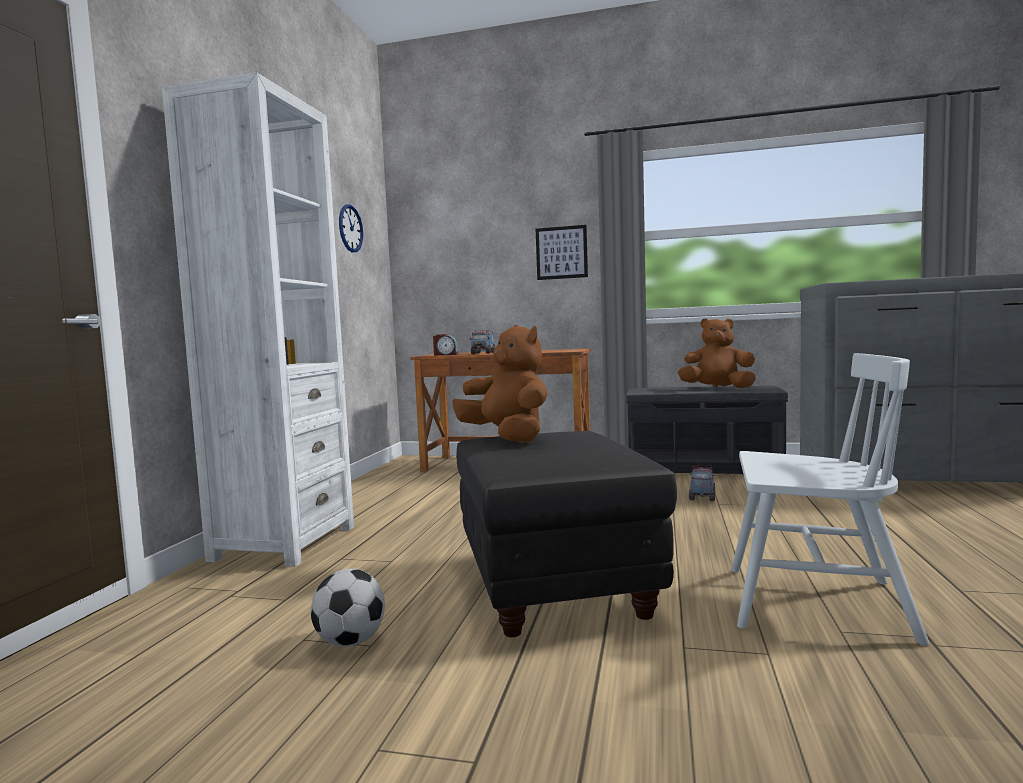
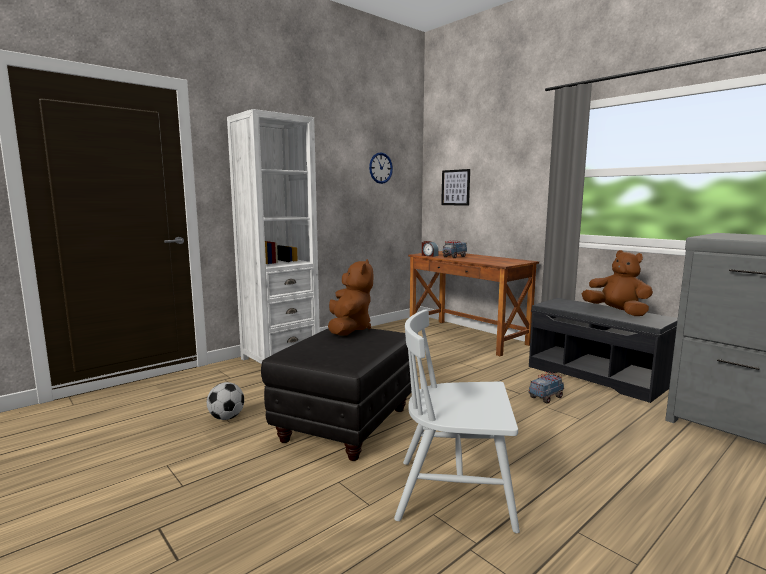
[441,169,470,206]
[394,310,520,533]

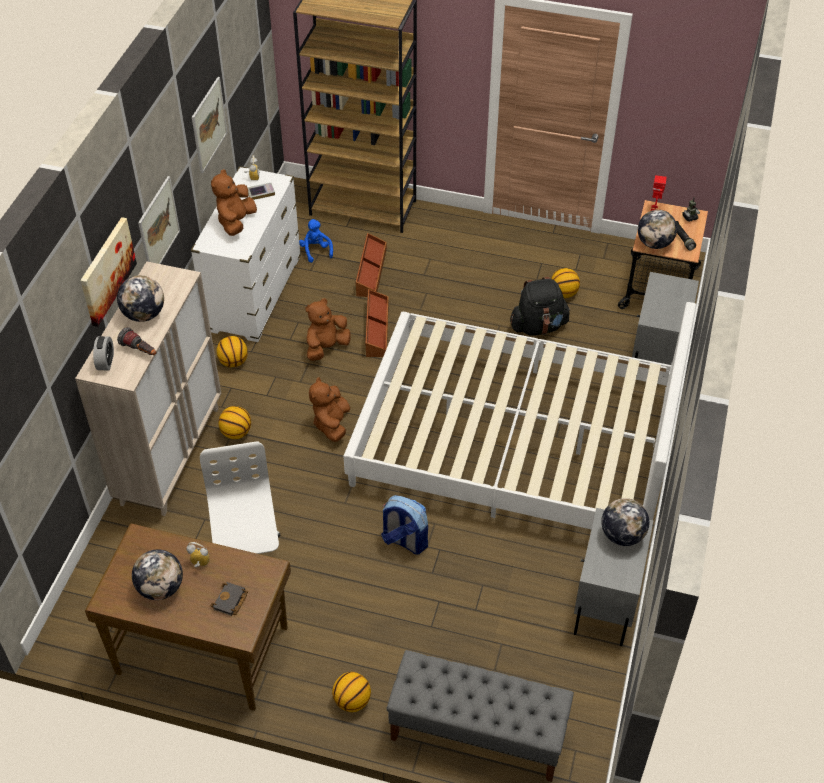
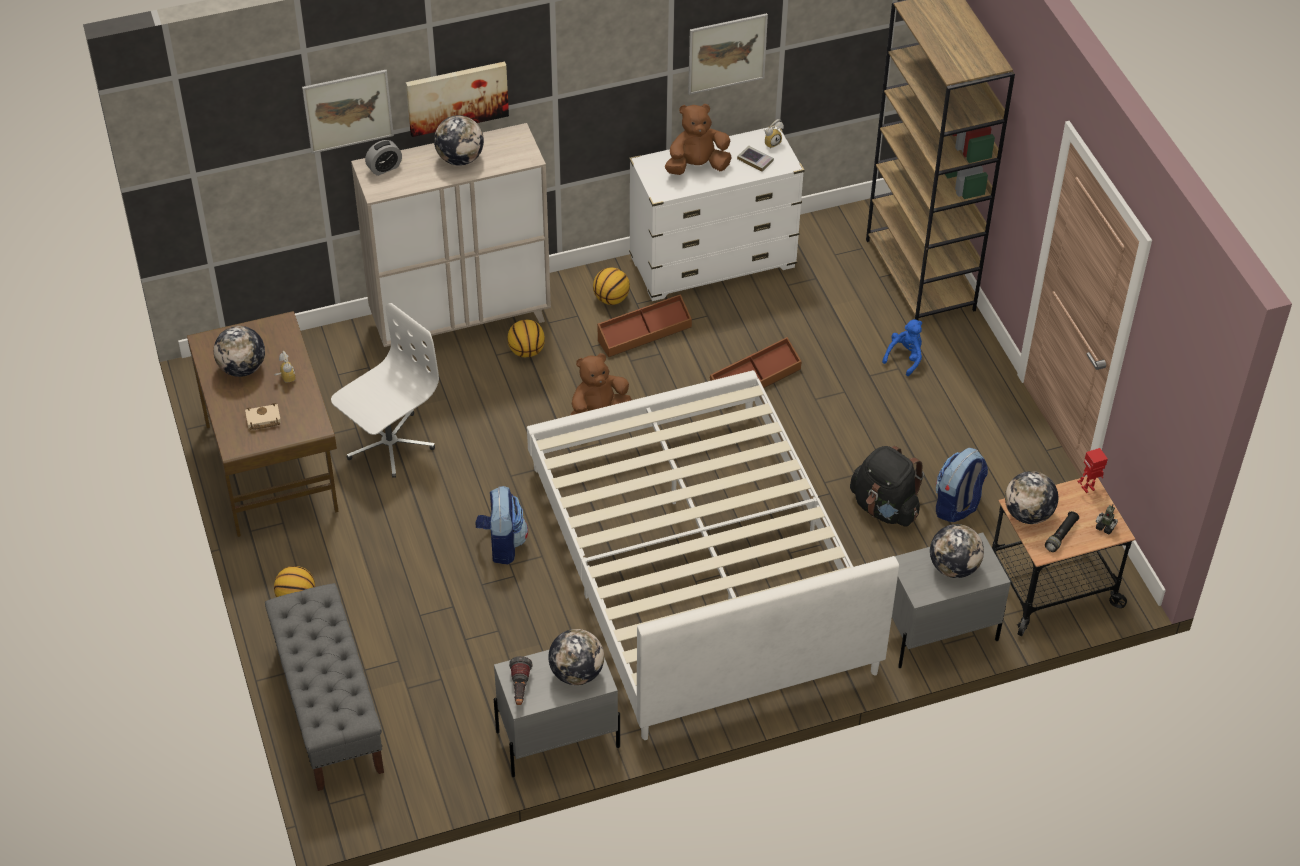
[509,656,533,705]
[302,70,394,154]
[245,403,281,430]
[882,320,922,376]
[305,298,351,361] (first image)
[597,294,692,357]
[936,448,988,522]
[930,524,984,578]

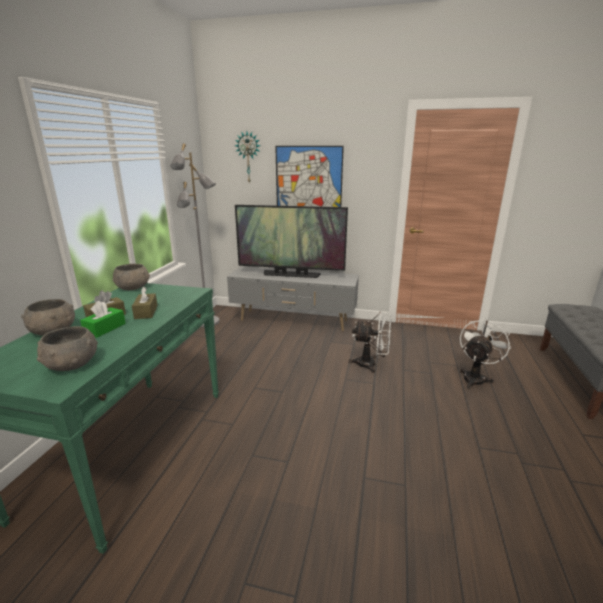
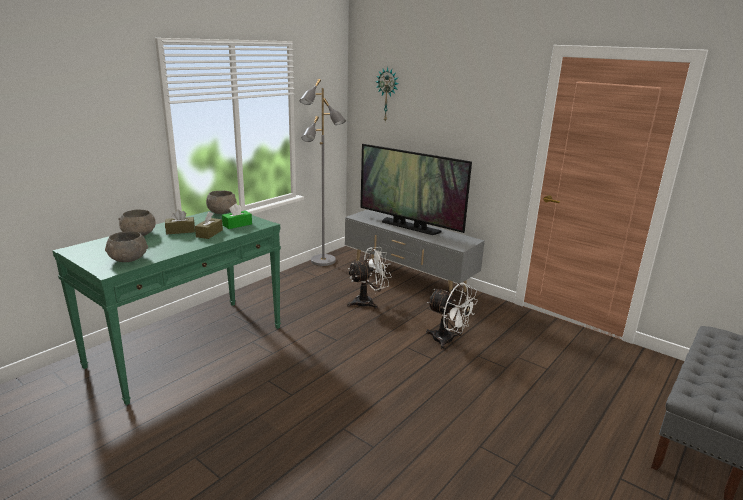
[222,204,252,229]
[275,146,344,207] (first image)
[347,247,392,309]

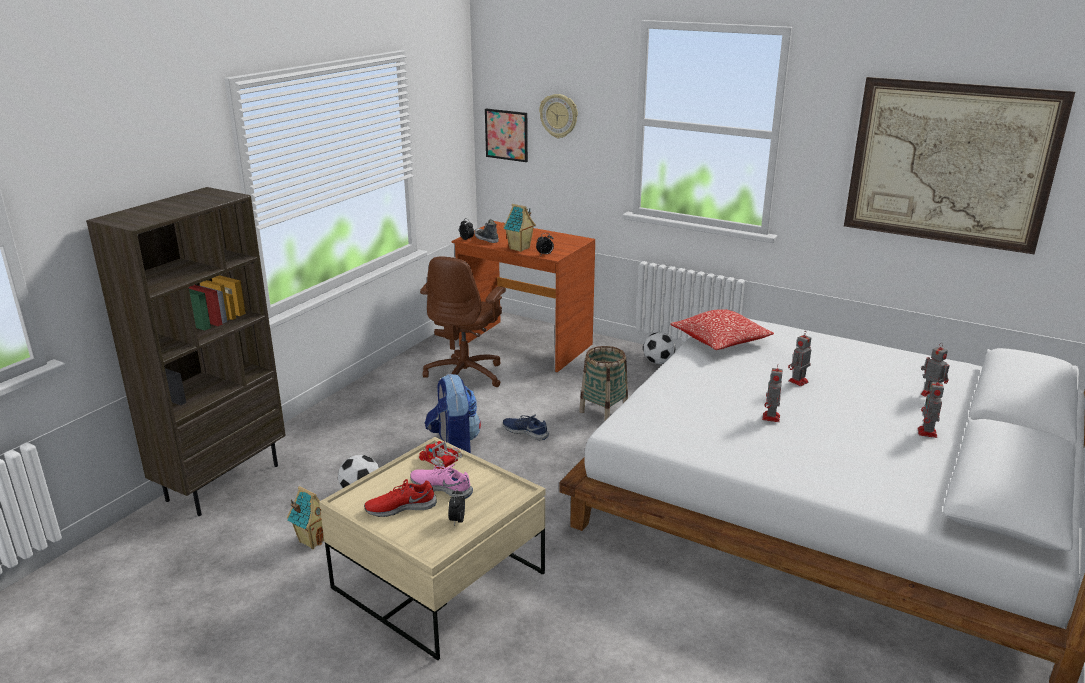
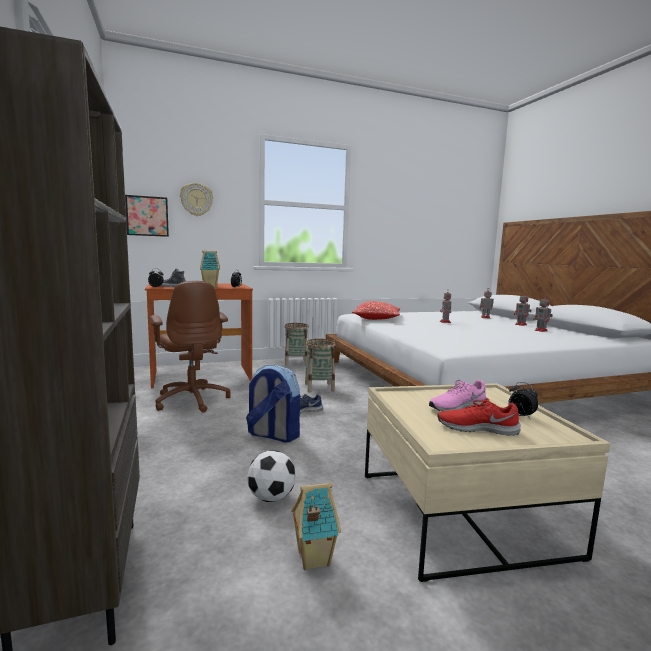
[437,398,521,436]
[419,441,463,469] (first image)
[285,323,309,366]
[533,295,553,332]
[844,77,1075,254] (first image)

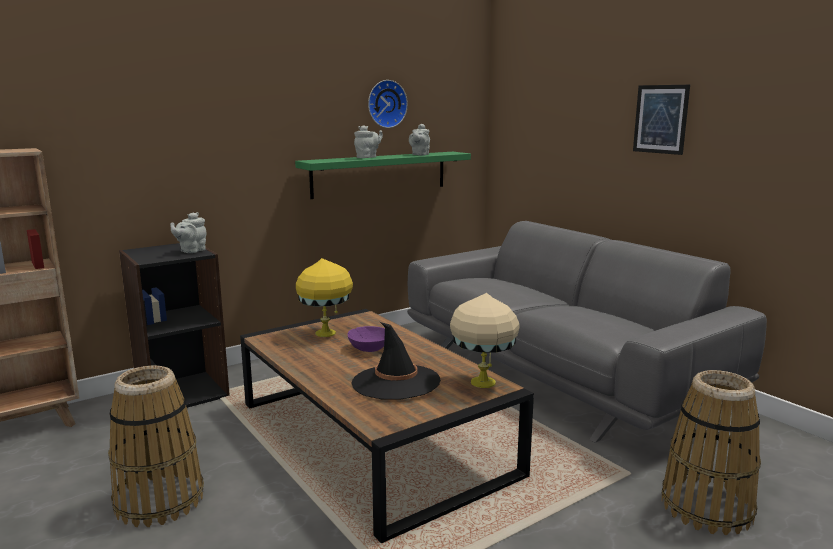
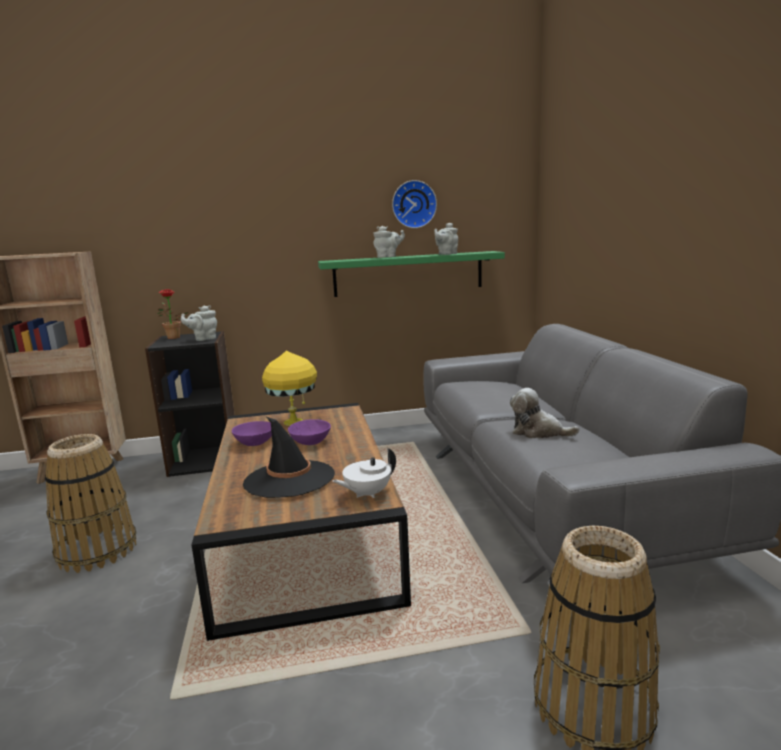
[332,448,396,498]
[633,85,690,155] (first image)
[157,289,189,339]
[232,421,272,446]
[510,388,579,438]

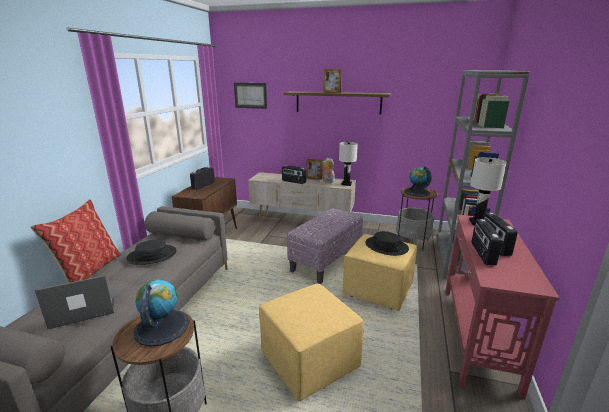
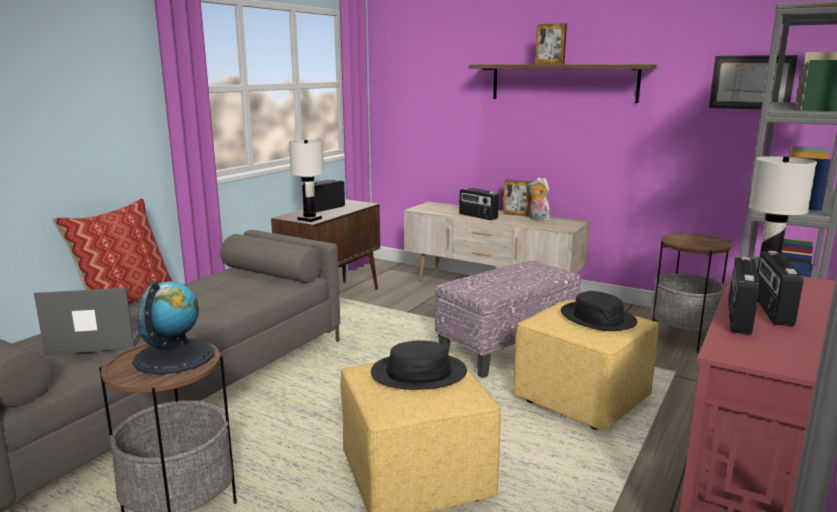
[371,340,467,390]
[709,55,798,110]
[289,140,324,222]
[404,166,432,197] (first image)

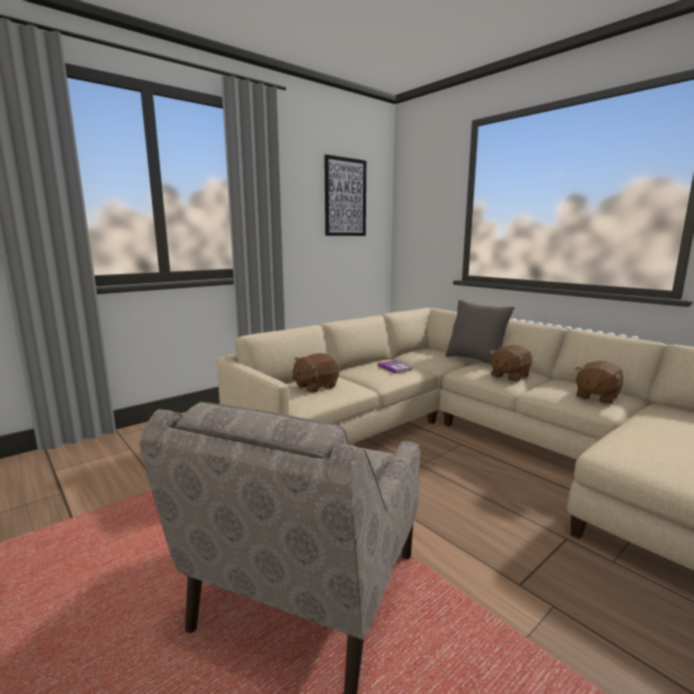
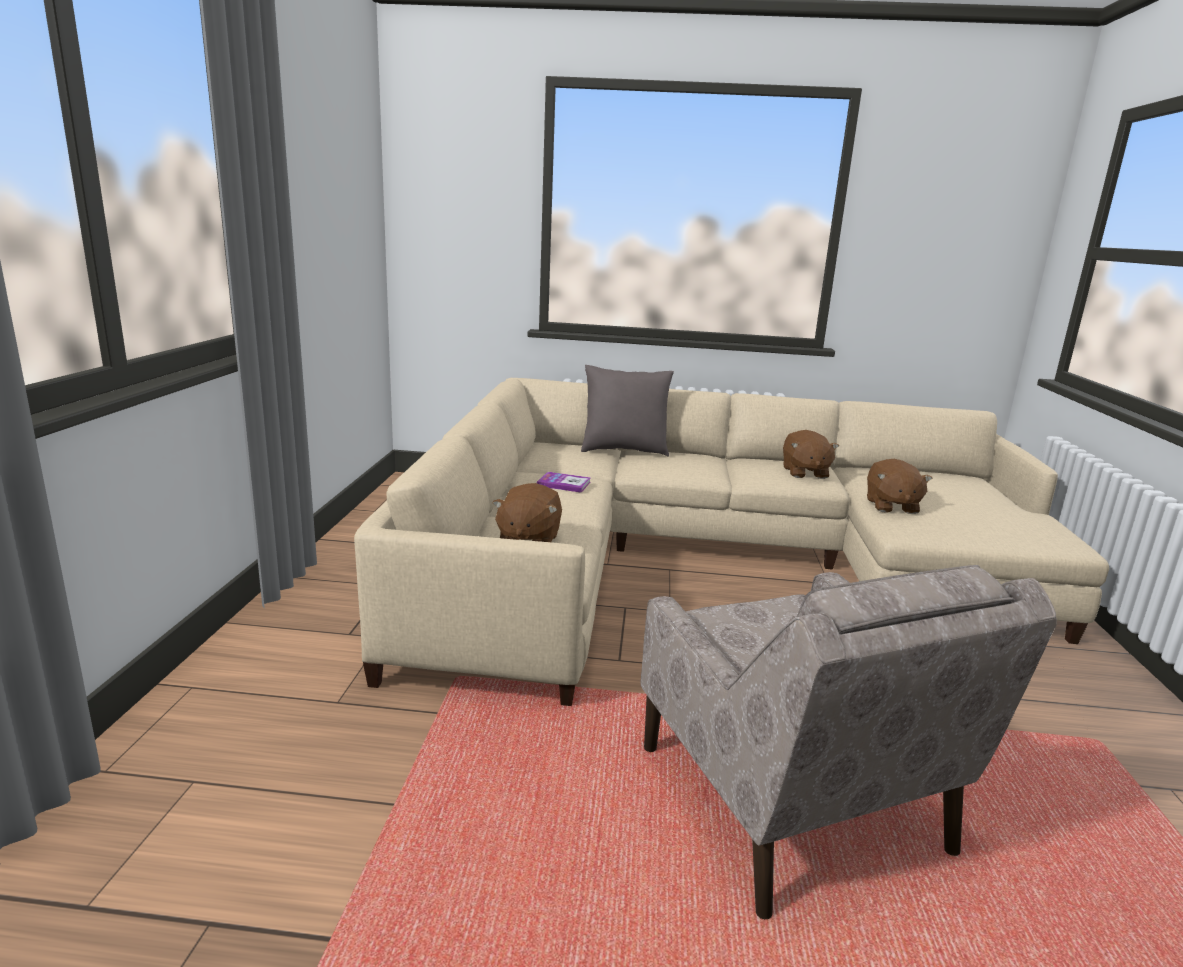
[324,155,366,236] (first image)
[867,459,933,514]

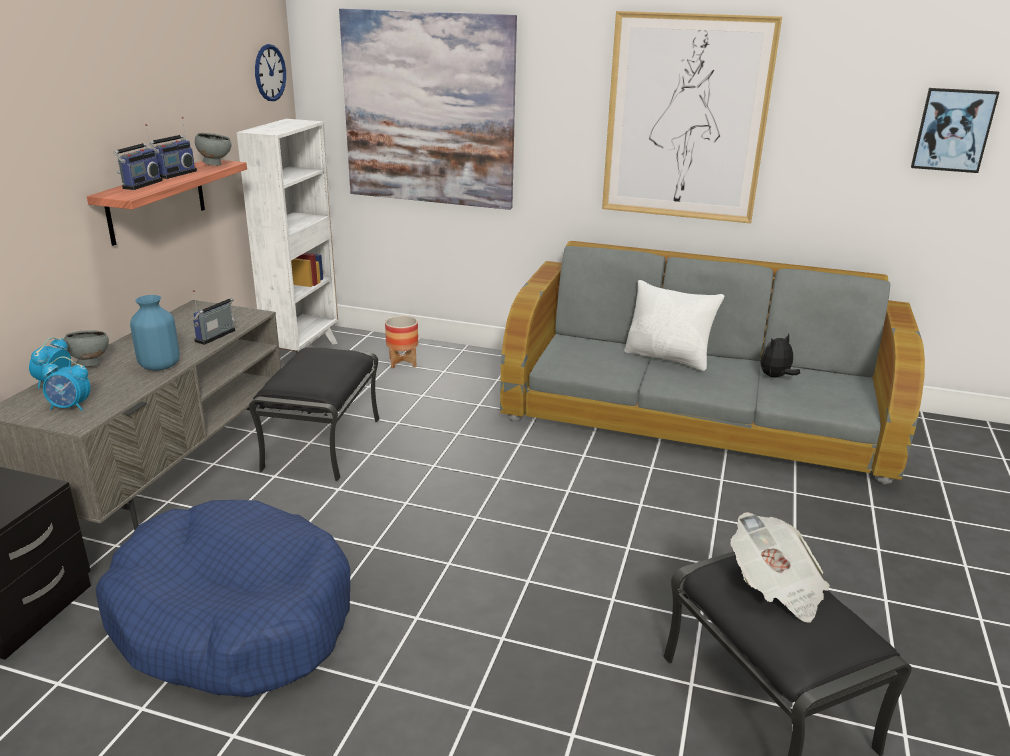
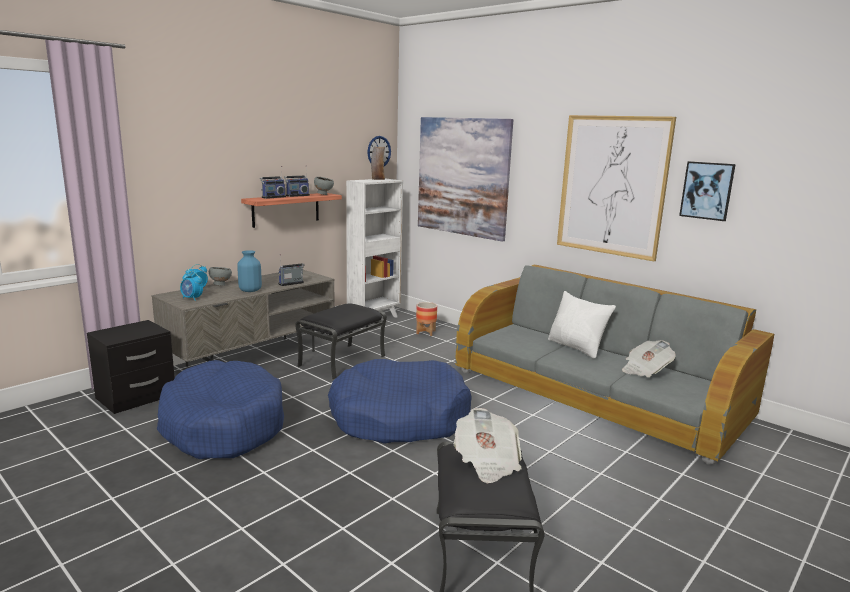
[622,340,676,377]
[679,161,736,221]
[328,359,472,444]
[371,147,385,180]

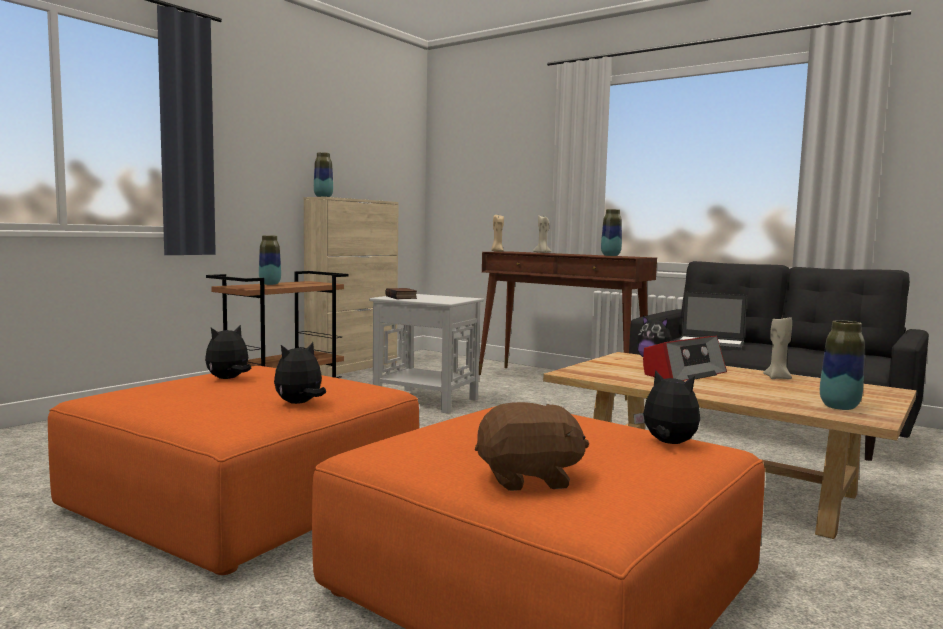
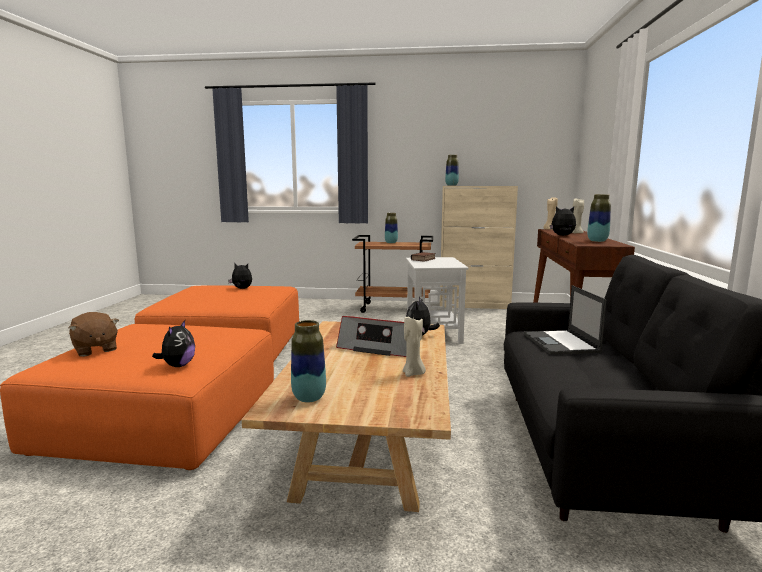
[550,206,576,236]

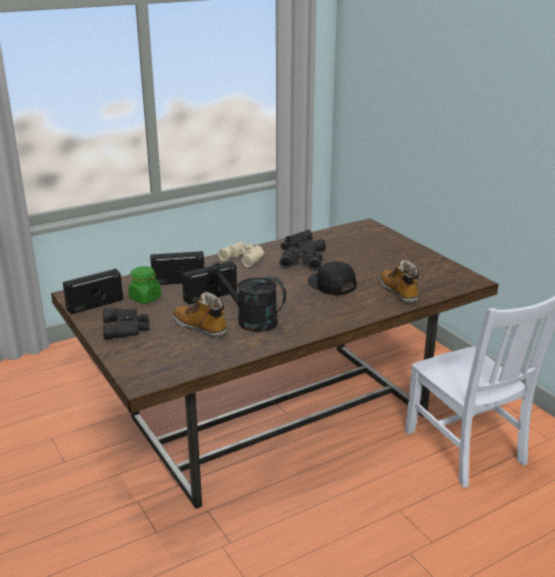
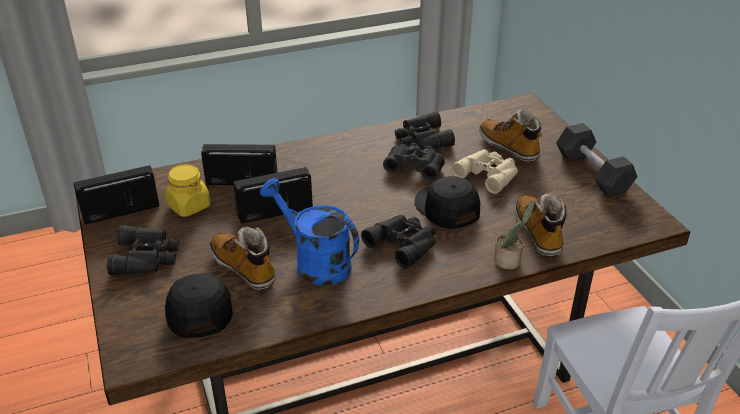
[165,165,210,217]
[260,178,359,285]
[451,149,518,194]
[165,274,233,338]
[361,215,436,269]
[479,109,542,163]
[494,201,534,269]
[556,123,638,198]

